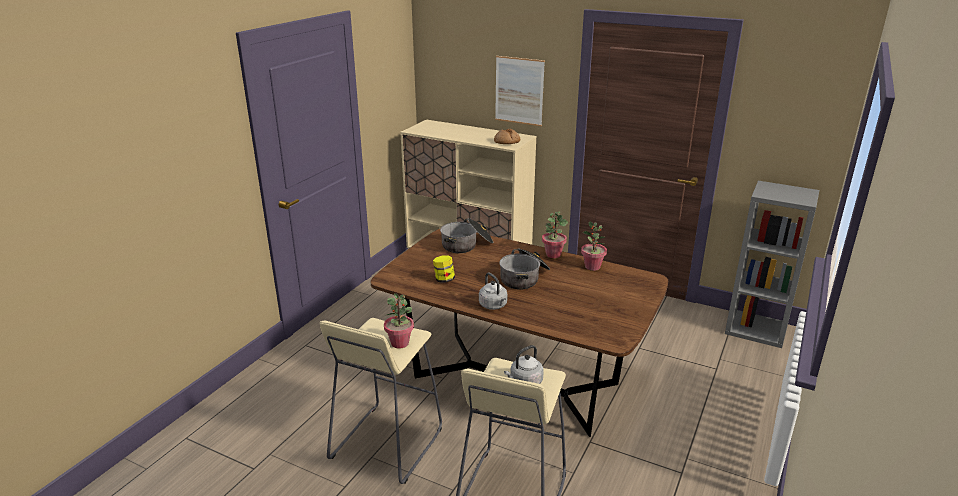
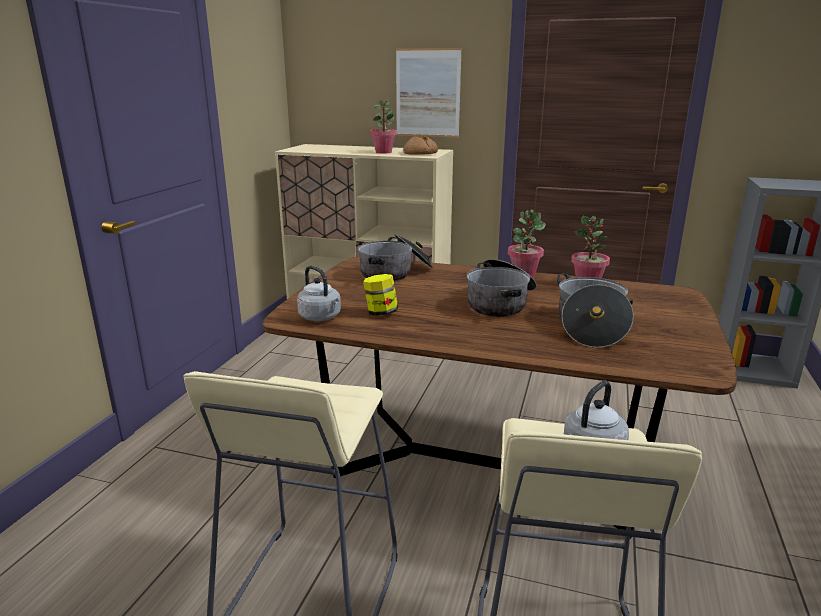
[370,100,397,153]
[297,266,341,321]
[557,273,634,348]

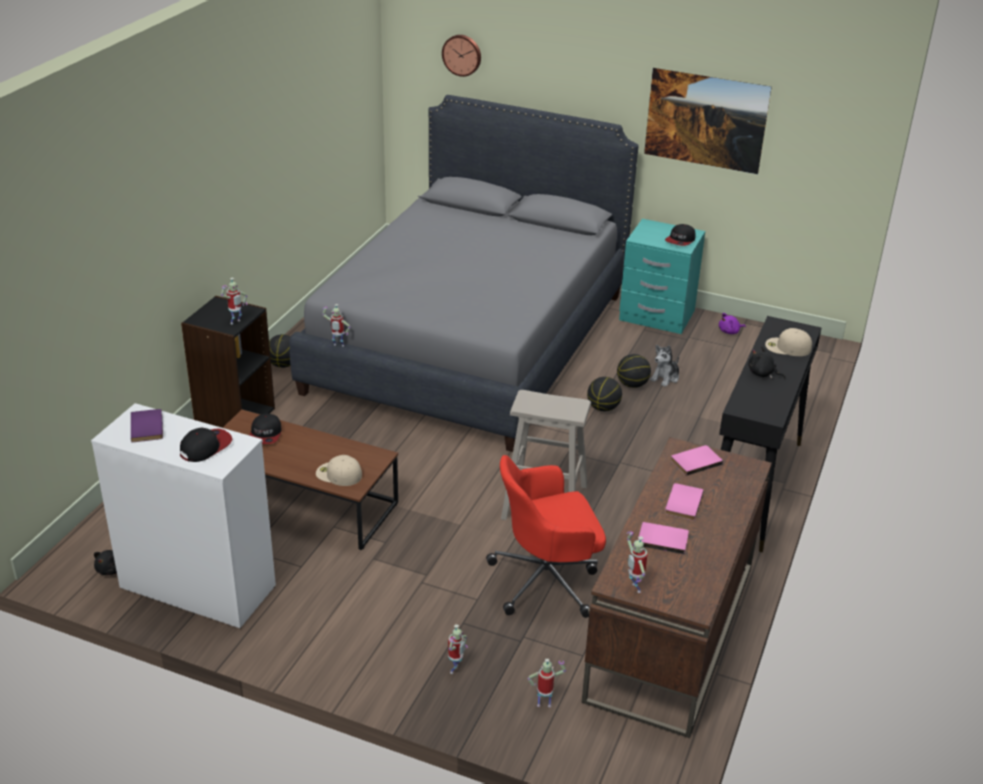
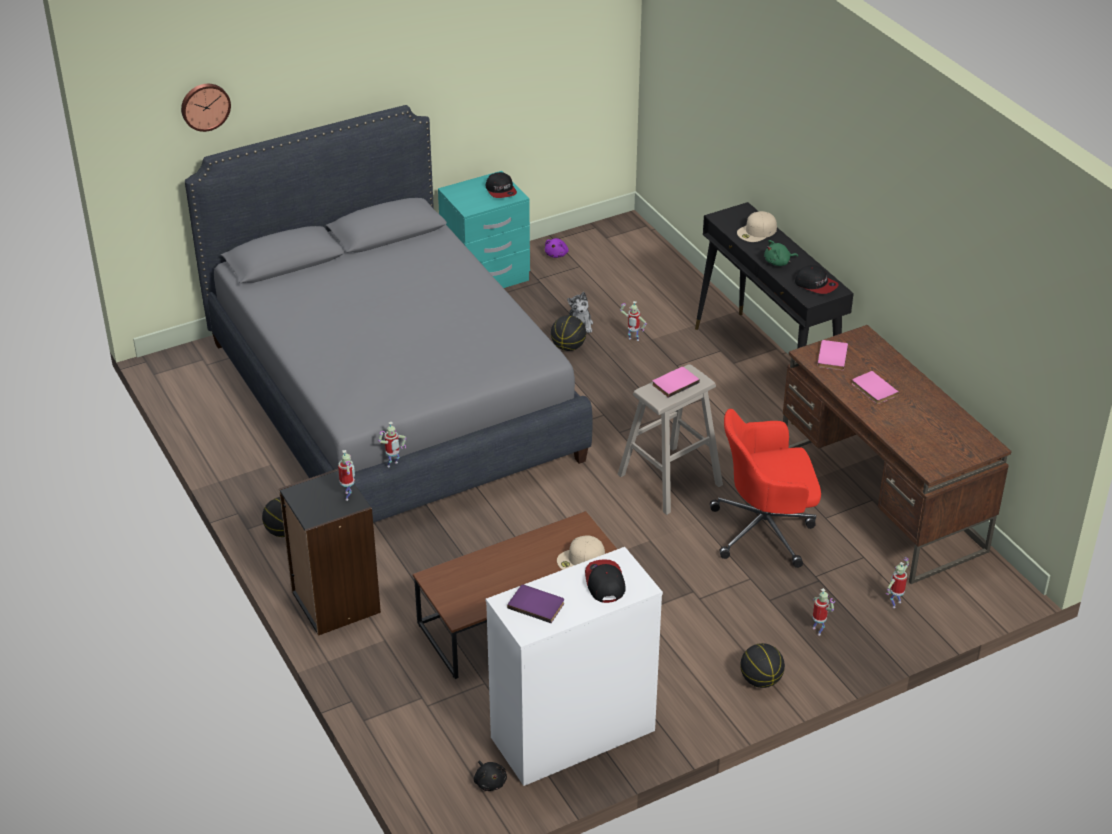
[795,265,839,294]
[710,409,821,568]
[740,643,785,688]
[620,301,647,341]
[652,367,700,398]
[644,68,771,174] (first image)
[764,240,798,266]

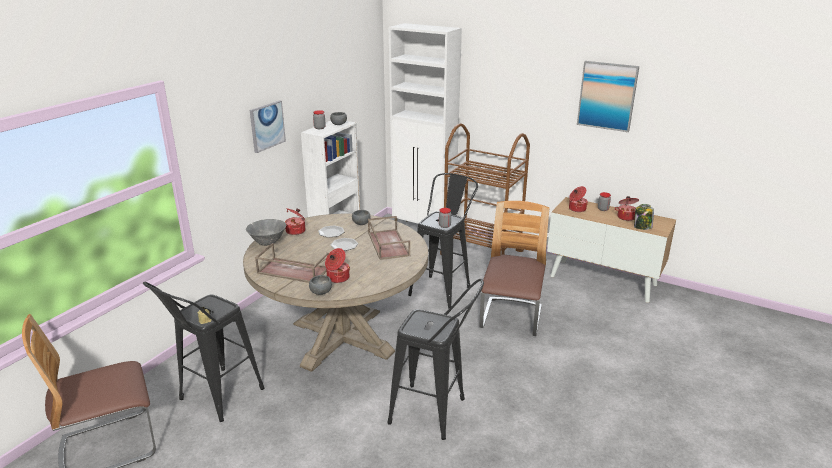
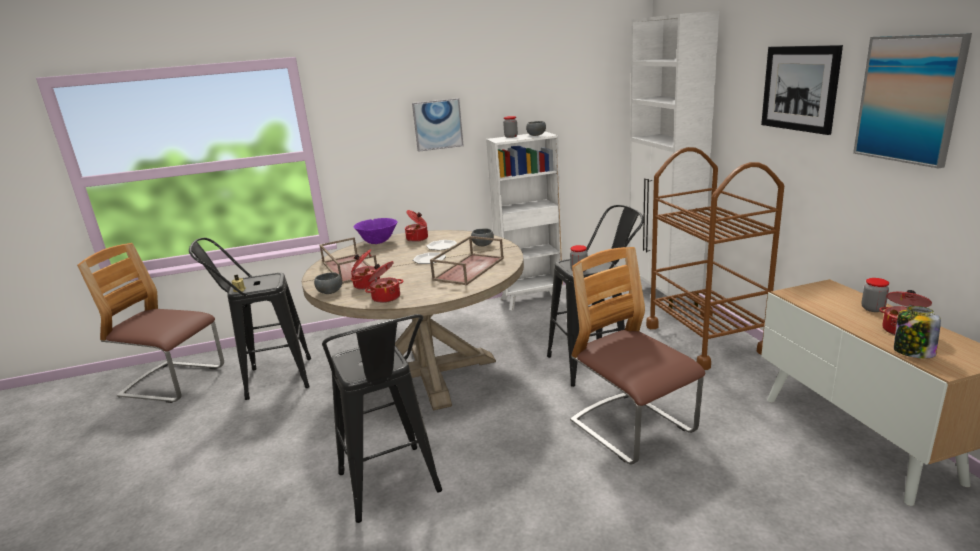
[354,218,398,244]
[570,247,705,465]
[365,261,403,303]
[761,45,843,135]

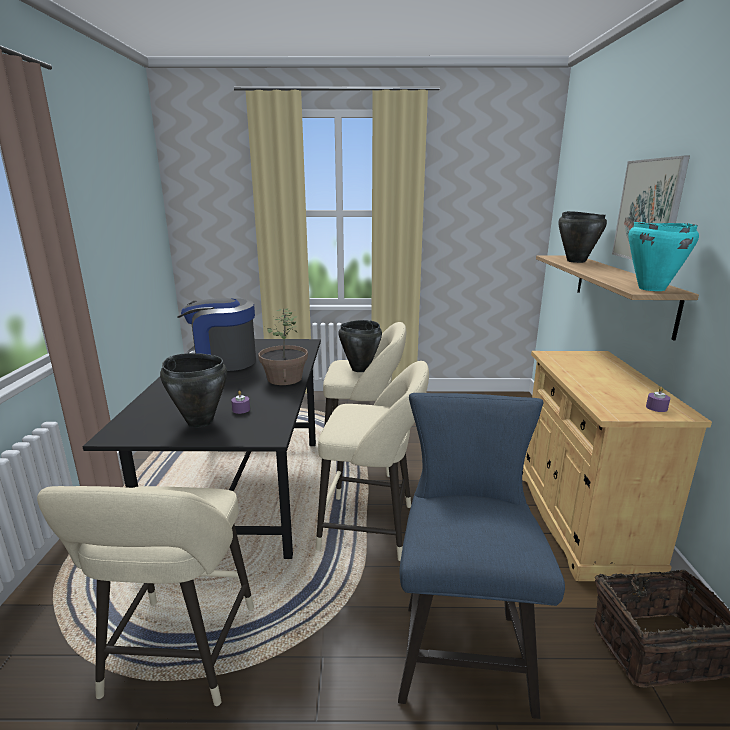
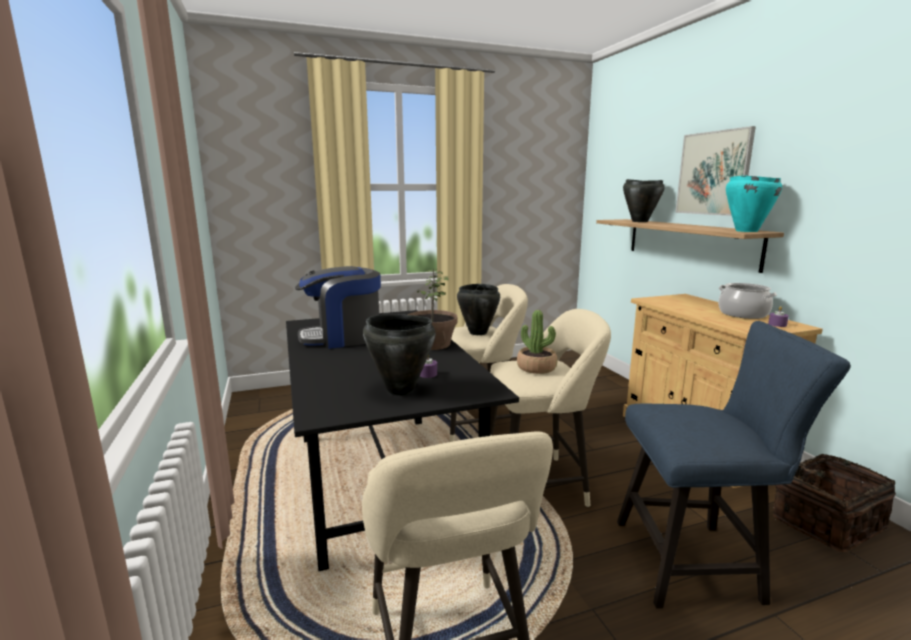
[617,321,851,608]
[517,310,557,374]
[718,283,777,319]

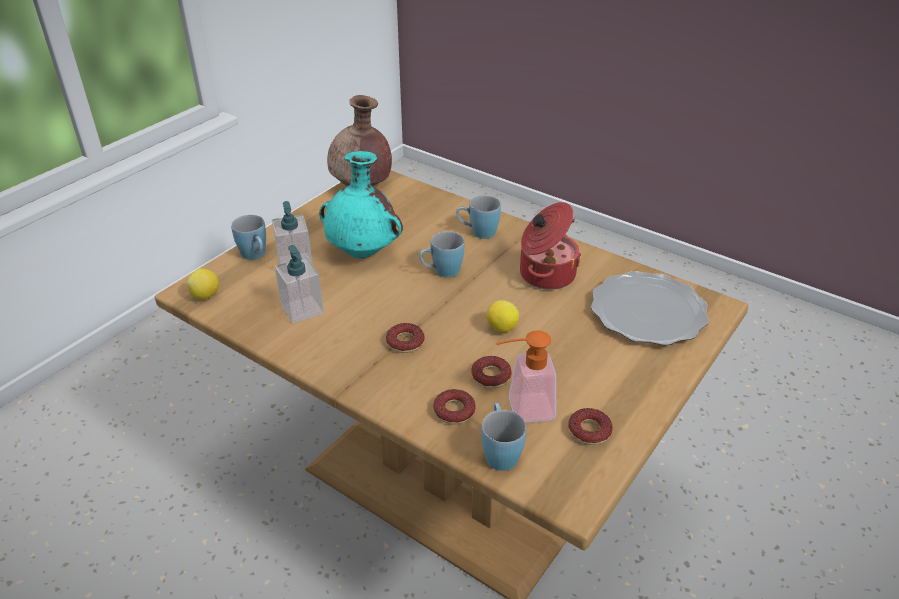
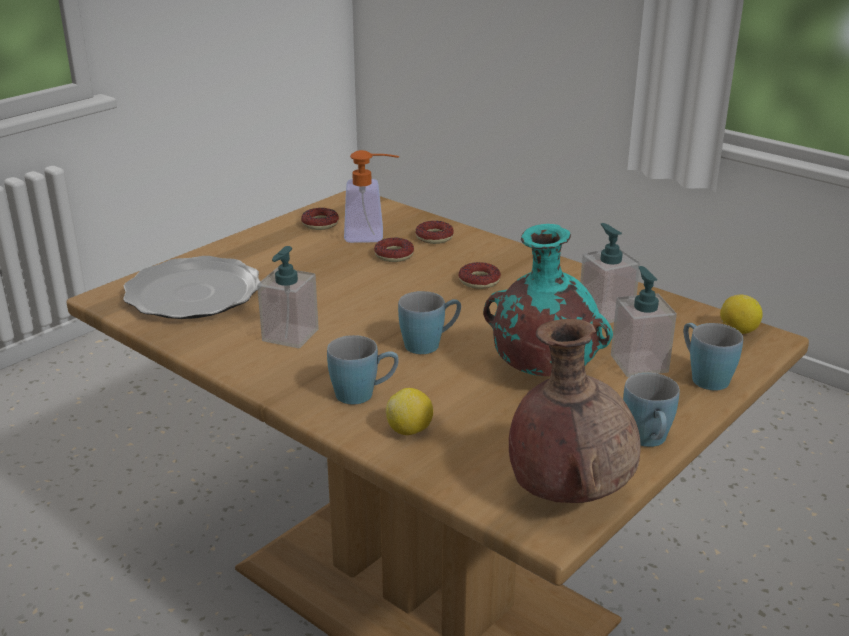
[623,373,680,447]
[386,388,433,435]
[257,246,319,348]

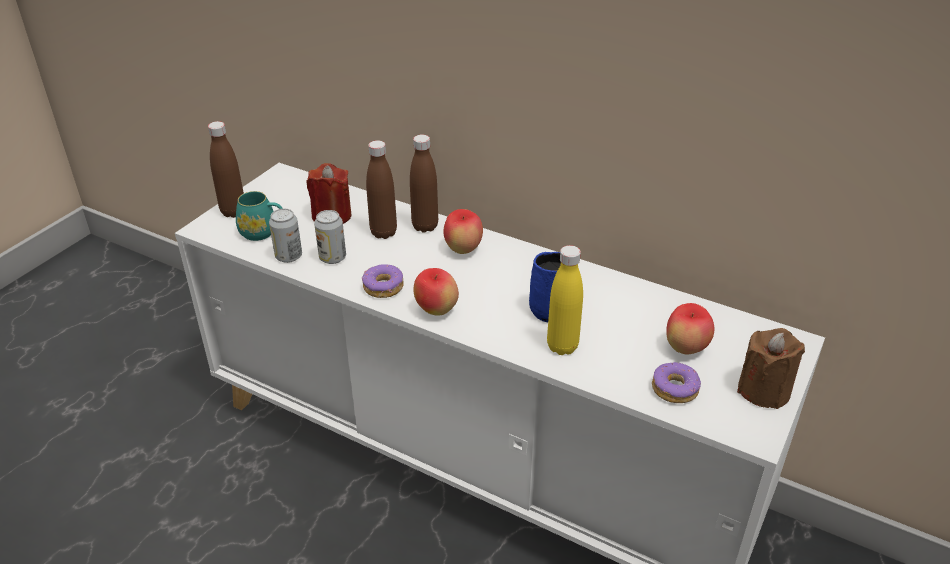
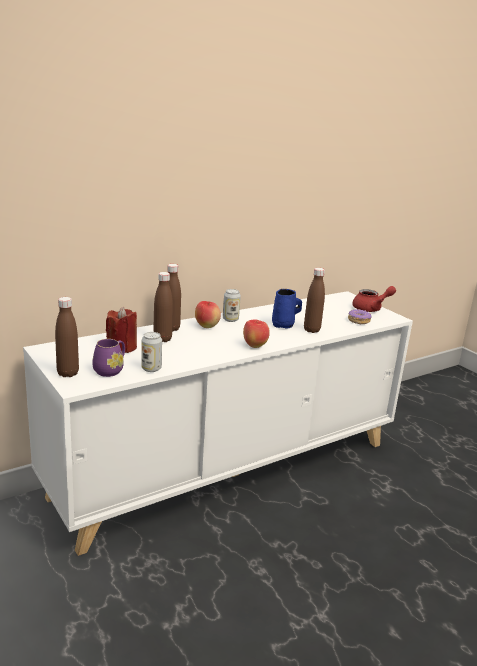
[92,339,125,377]
[223,289,241,322]
[362,264,404,298] (first image)
[304,268,325,333]
[666,303,714,354] (first image)
[352,286,396,312]

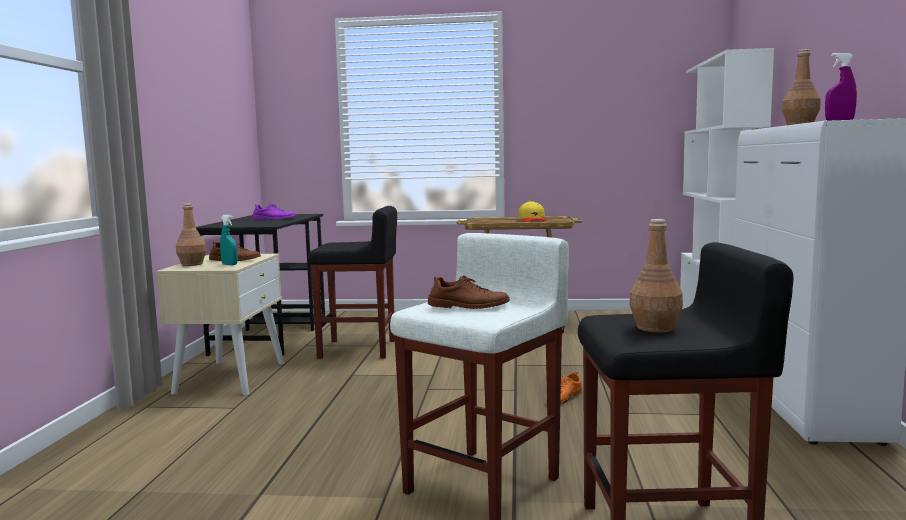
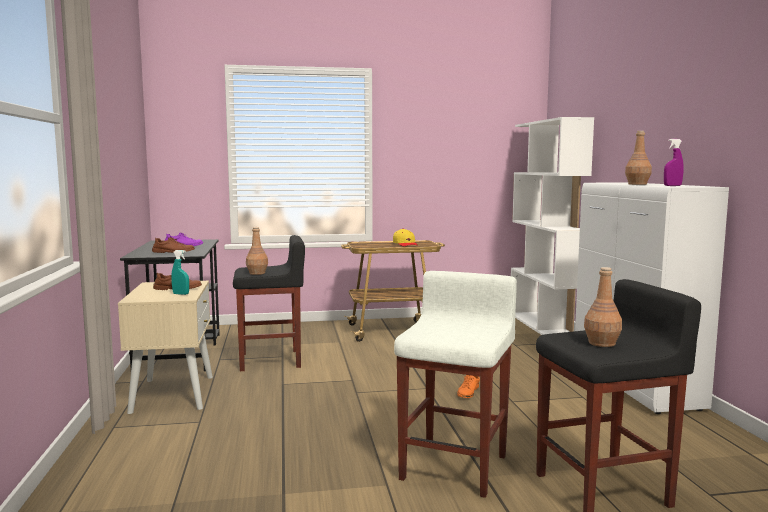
[246,227,268,275]
[152,237,195,253]

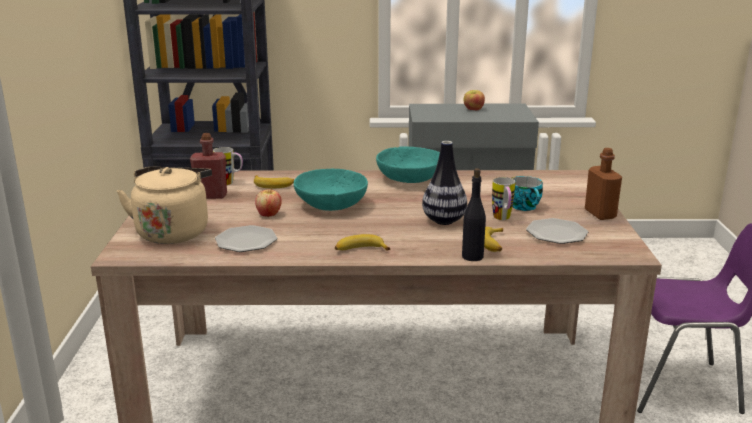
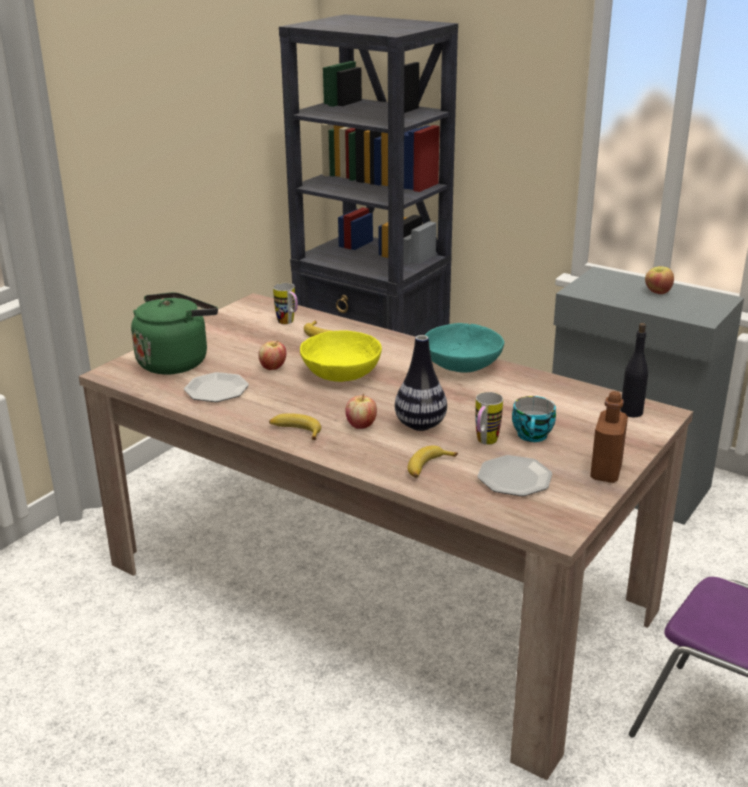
[131,292,218,374]
[190,133,227,199] (first image)
[300,330,382,382]
[620,323,648,417]
[345,394,377,429]

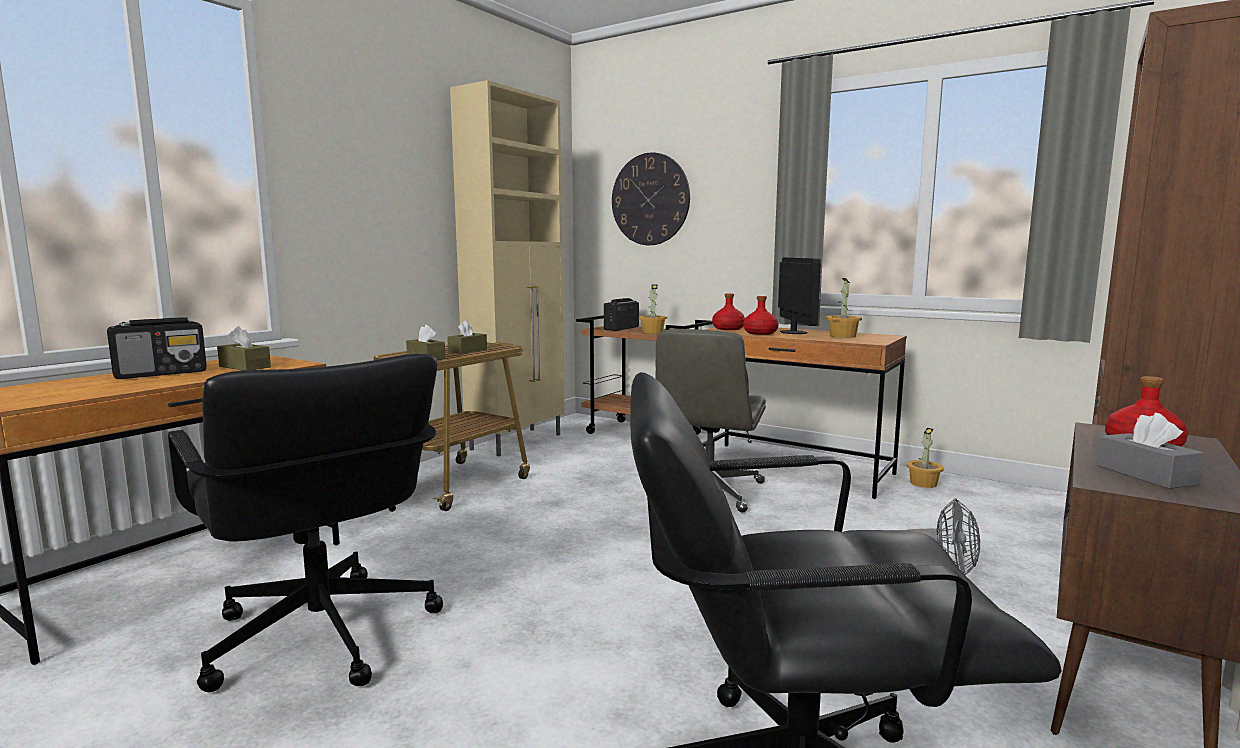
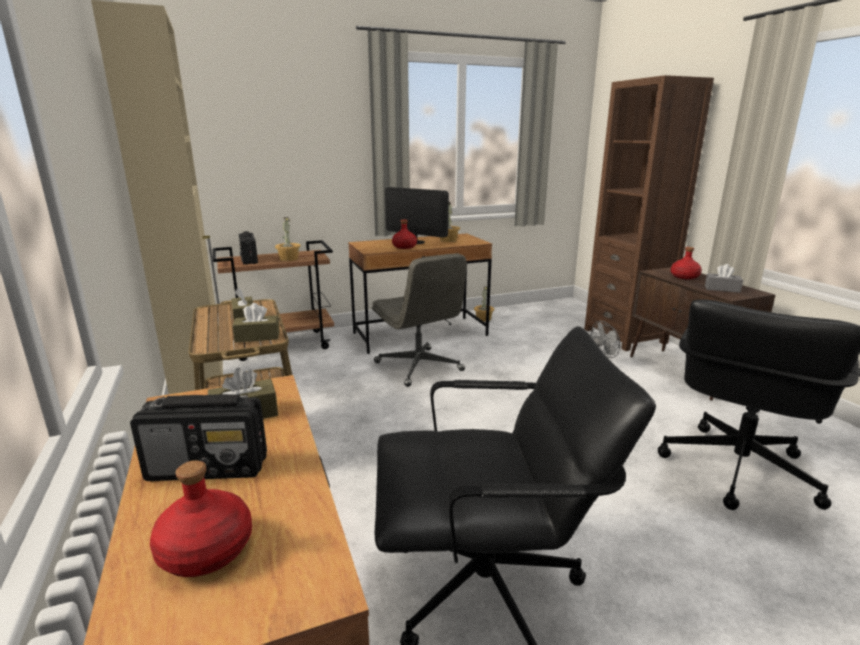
[130,394,267,481]
[612,153,690,245] (first image)
[150,460,252,577]

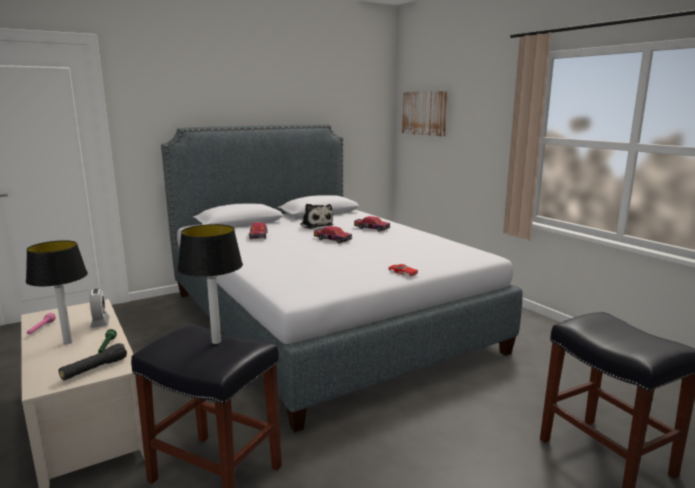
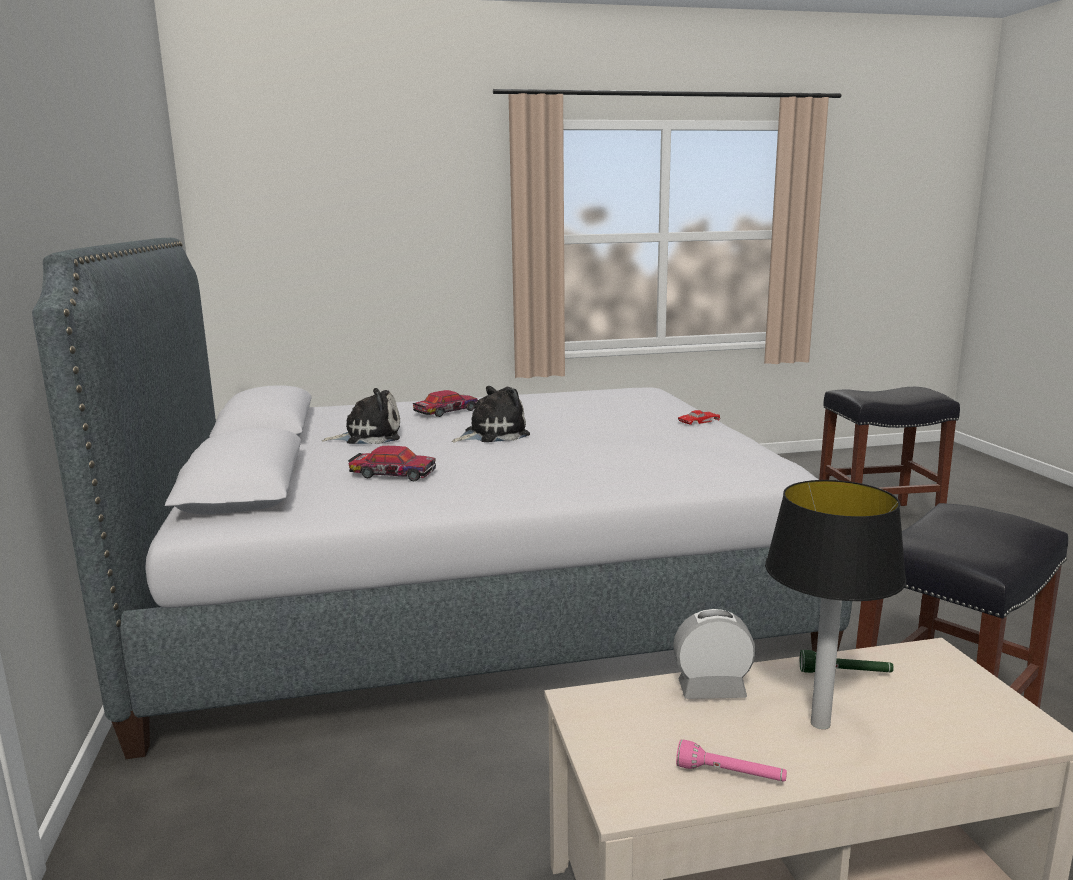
[59,343,127,380] (first image)
[178,224,243,344] (first image)
[452,386,530,443]
[402,91,447,137] (first image)

